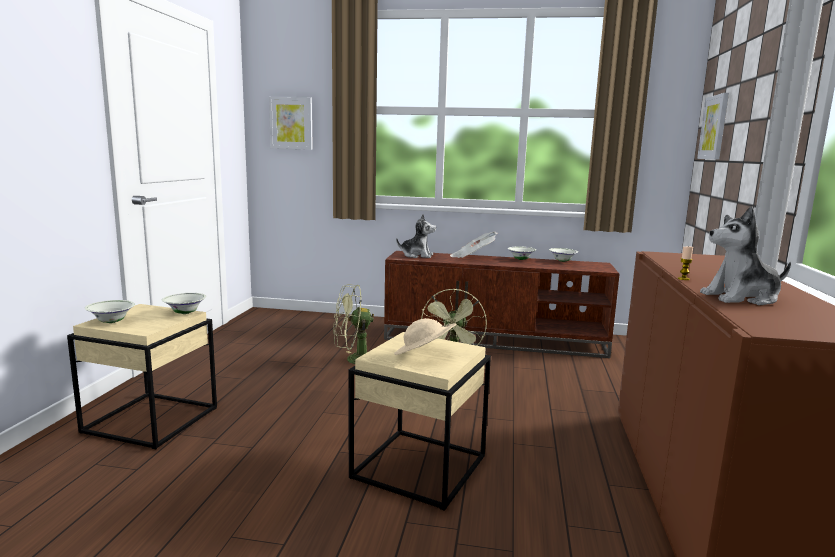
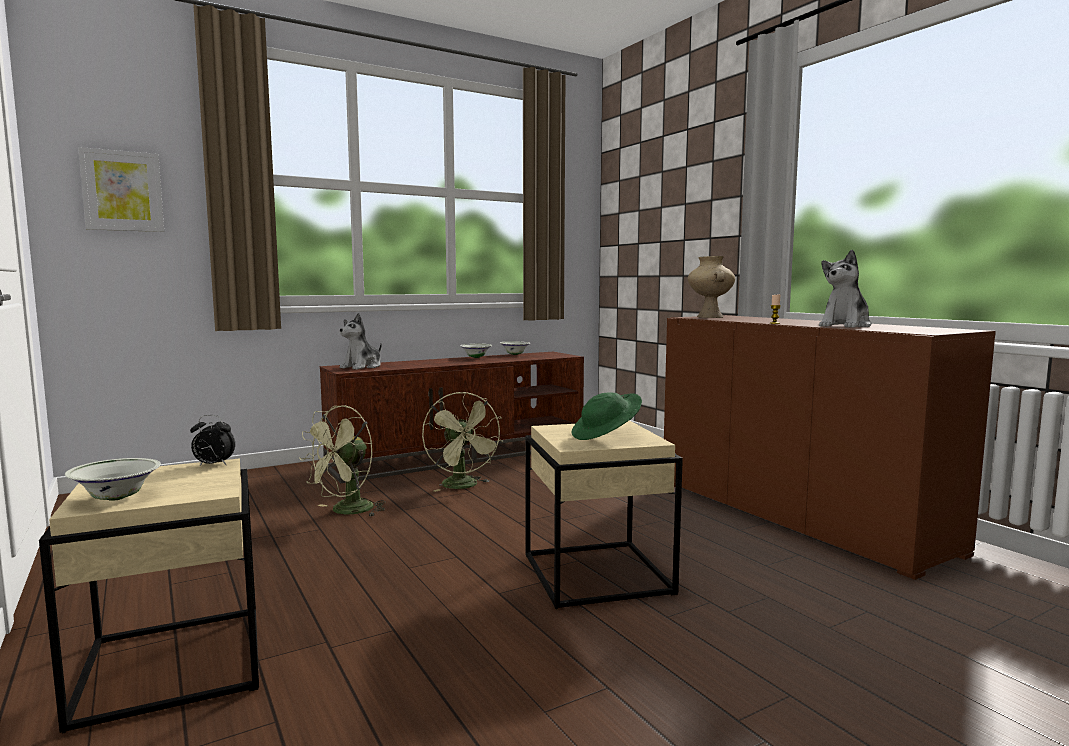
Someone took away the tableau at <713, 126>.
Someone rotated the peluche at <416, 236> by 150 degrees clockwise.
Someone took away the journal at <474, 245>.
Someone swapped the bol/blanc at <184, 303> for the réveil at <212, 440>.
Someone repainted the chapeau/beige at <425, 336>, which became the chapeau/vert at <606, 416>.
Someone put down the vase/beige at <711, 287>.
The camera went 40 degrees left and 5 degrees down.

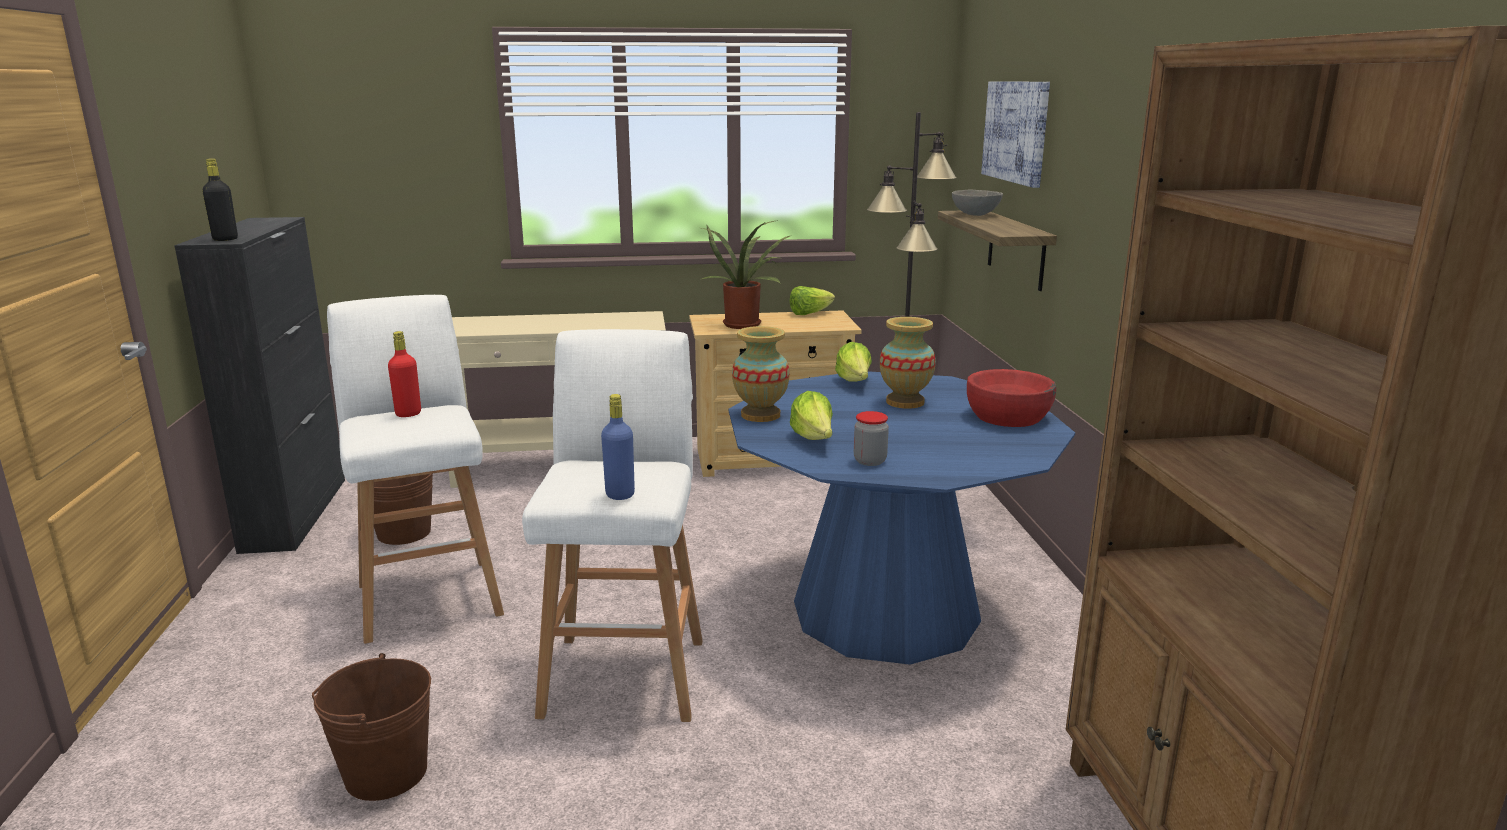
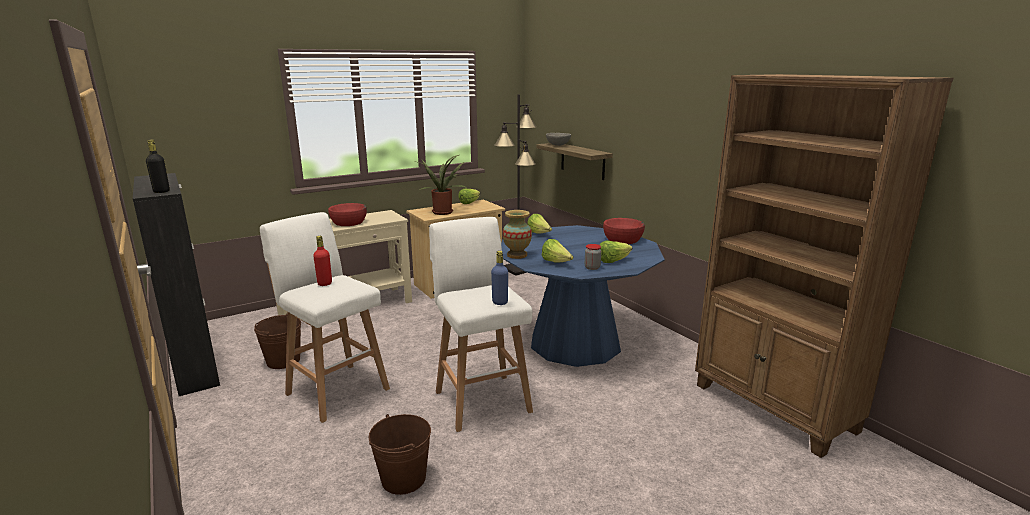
Someone took away the tableau at <1015, 134>.
Someone took away the vase at <908, 363>.
Someone put down the bol/rouge at <347, 214>.
Someone put down the laitue at <616, 251>.
The camera went 25 degrees left and 0 degrees up.

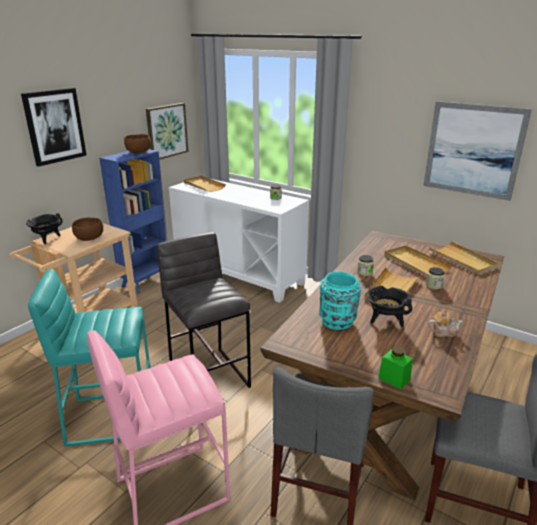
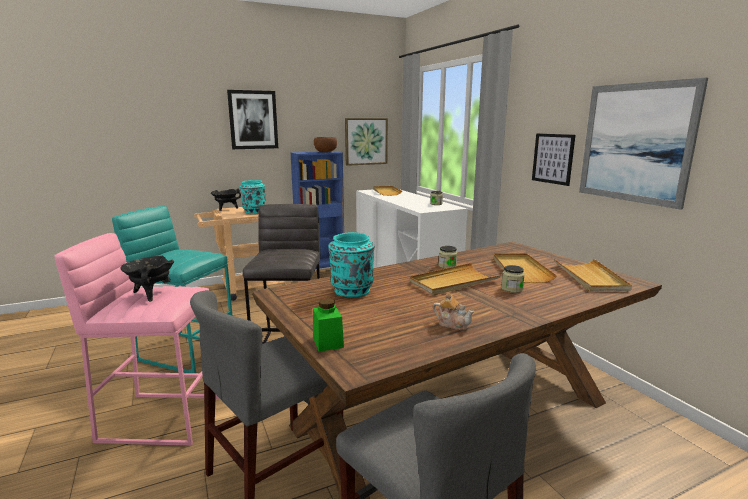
Someone swapped the bol/marron at <87, 229> for the vase/turquoise at <253, 197>.
Someone carried the marmite/noir from <389, 306> to <147, 279>.
Someone put up the tableau at <553, 159>.
The camera went 30 degrees right and 10 degrees down.

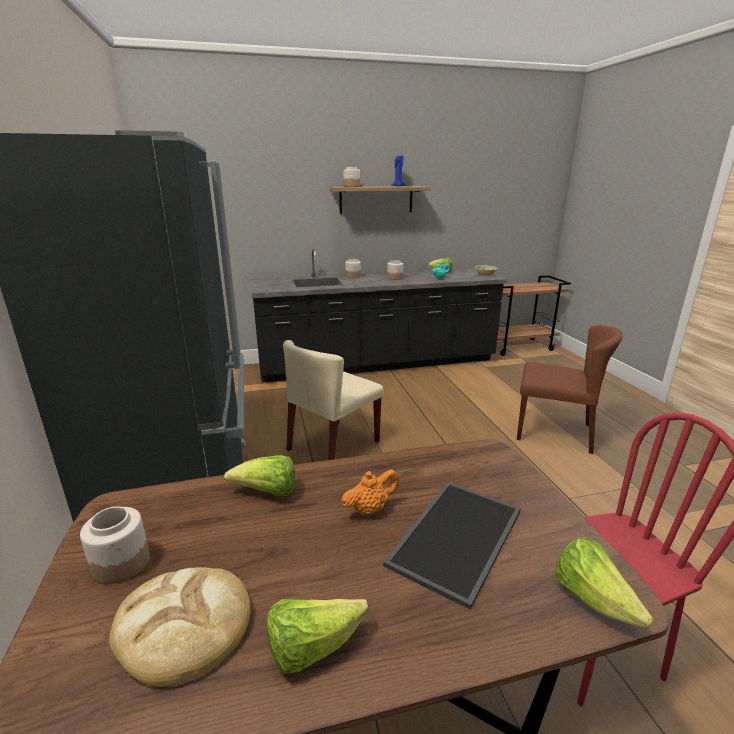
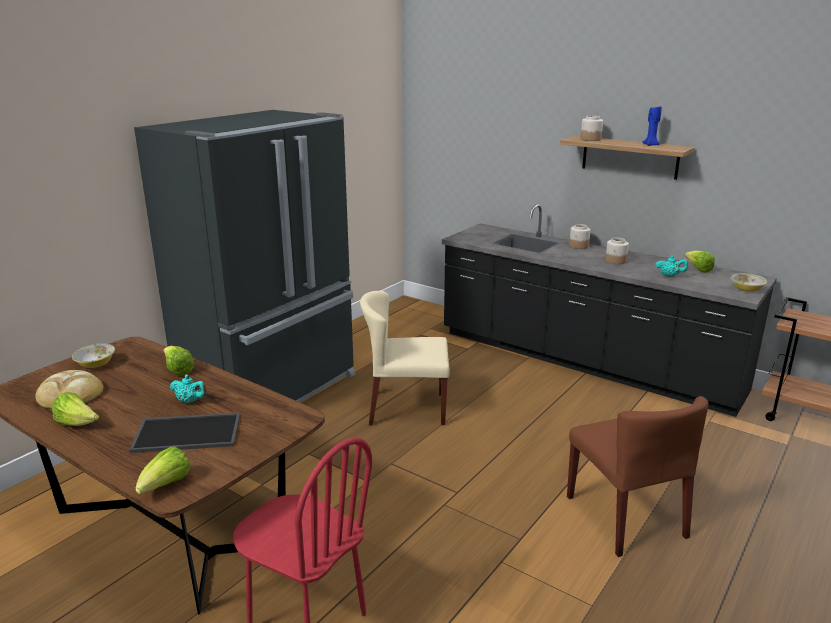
Someone repainted the théière/orange at <370, 493>, which became the théière/turquoise at <188, 388>.
Someone swapped the bocal at <115, 545> for the bol at <93, 355>.
The camera went 50 degrees right and 0 degrees up.

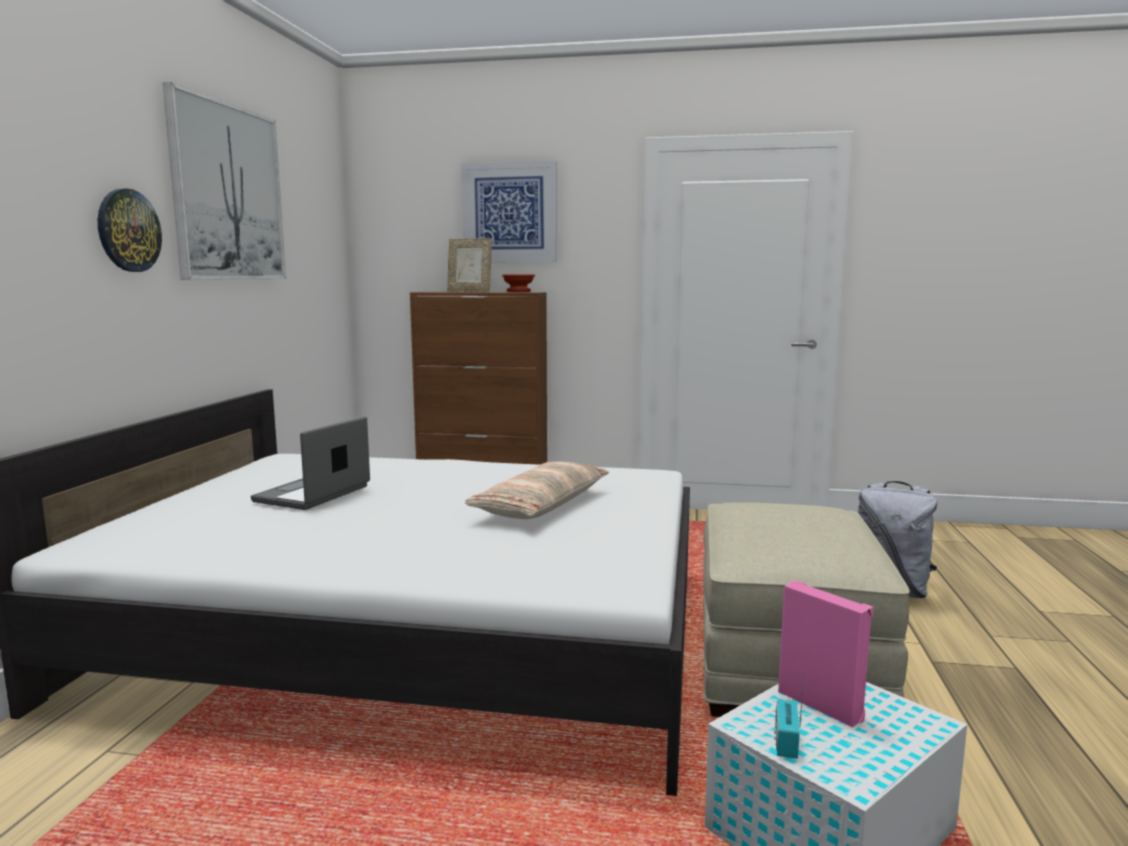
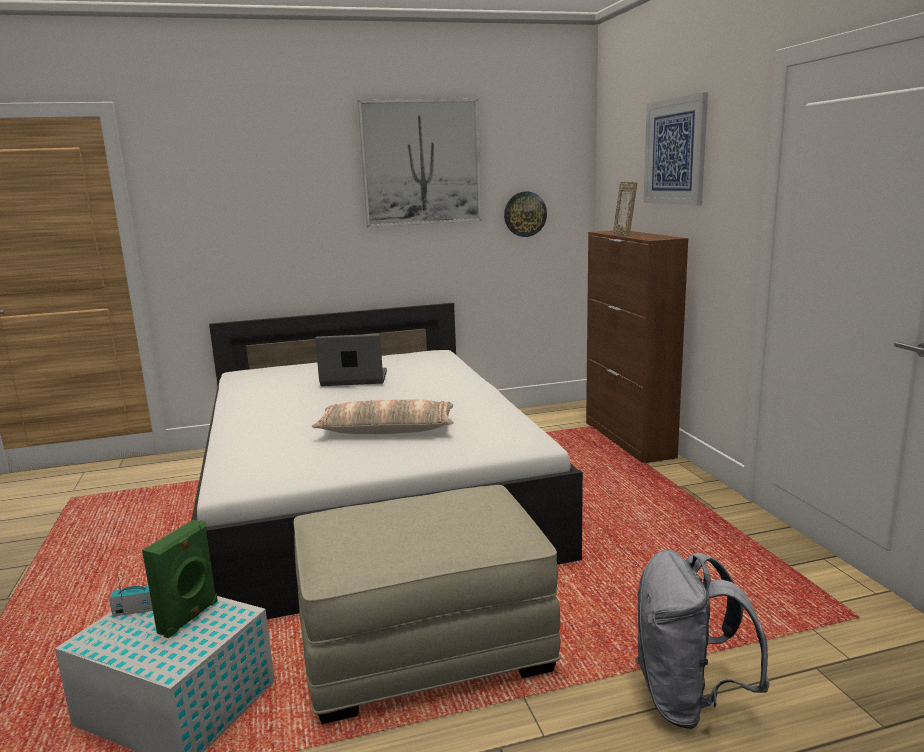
Someone carried the horloge murale from <130, 230> to <525, 214>.
Someone took away the bol/marron at <518, 283>.
Someone repainted the enceinte/rose at <826, 653>, which became the enceinte/vert at <180, 579>.
The camera went 65 degrees right and 5 degrees up.

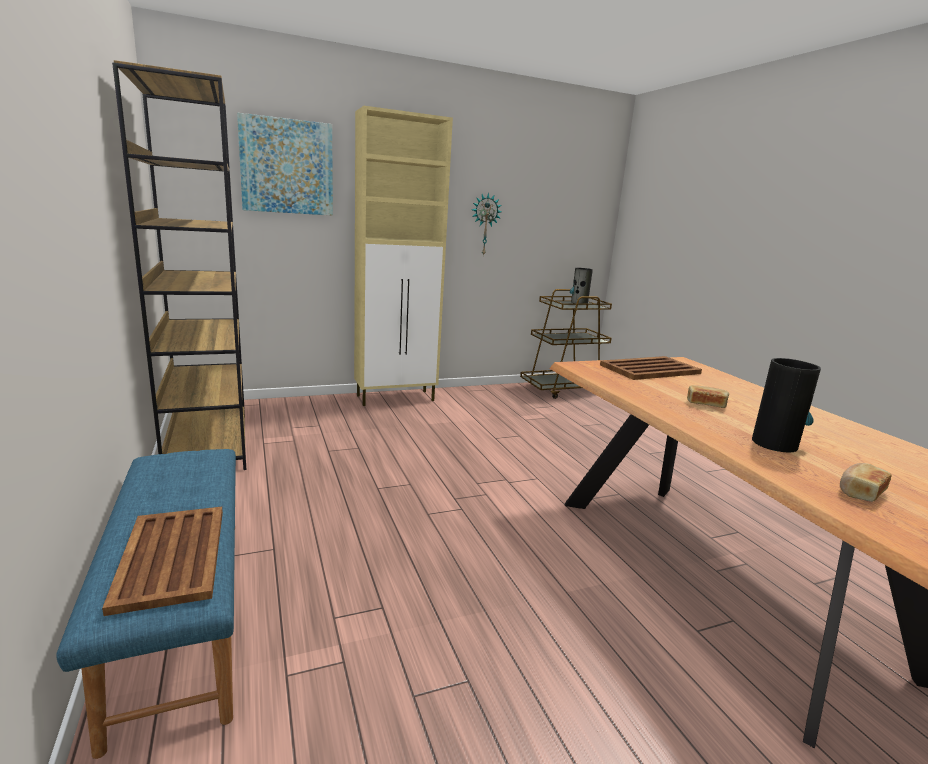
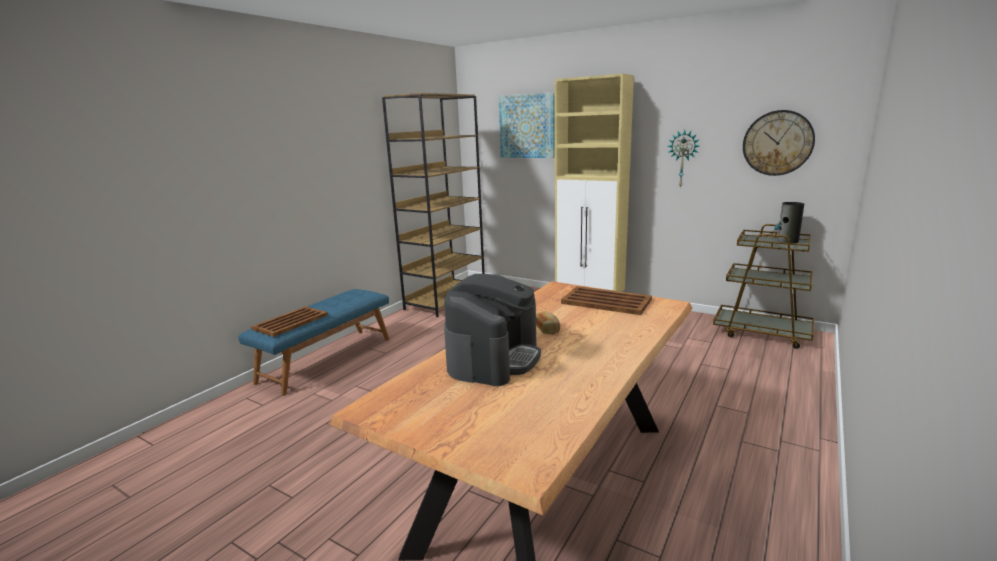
Someone swapped the vase at <786, 405> for the machine à café at <492, 330>.
Someone took away the pain at <866, 482>.
Someone put up the horloge murale at <779, 143>.
The camera went 55 degrees right and 0 degrees up.

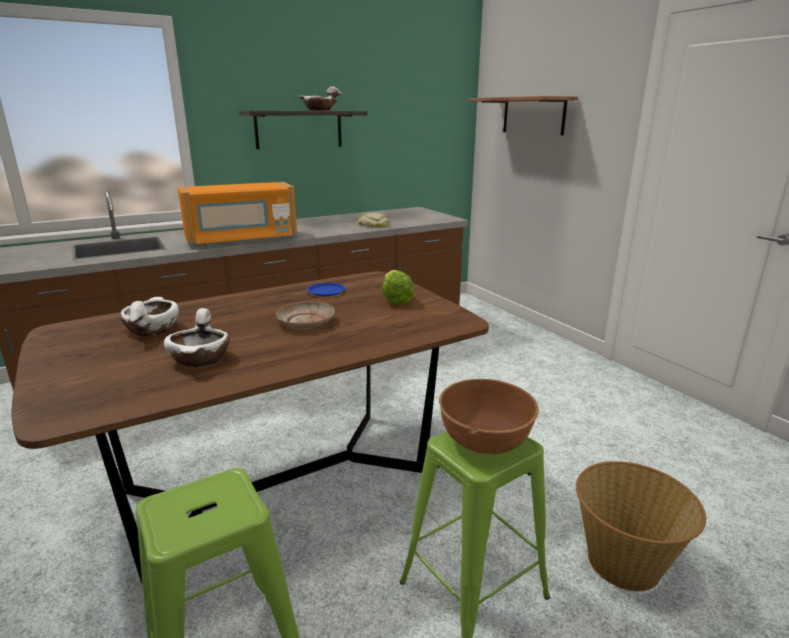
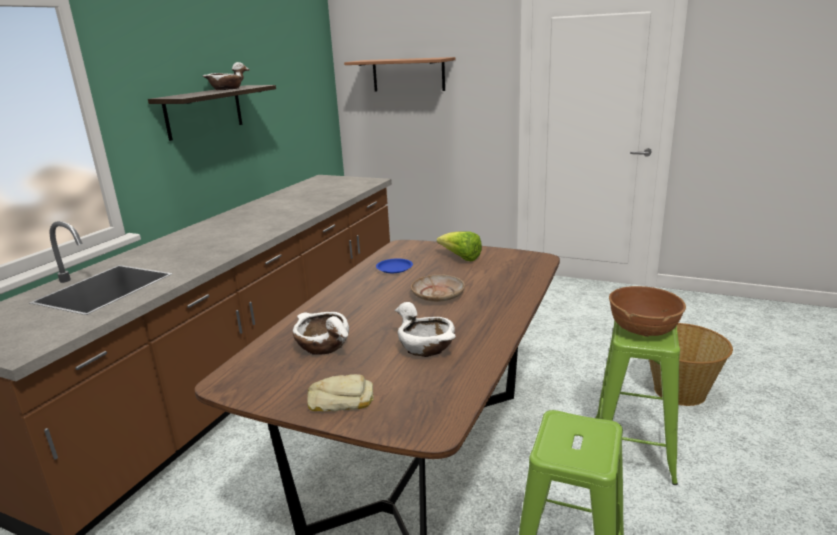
Someone took away the micro-ondes/orange at <237, 214>.
Someone carried the pain from <374, 220> to <340, 392>.
The camera went 35 degrees left and 0 degrees up.

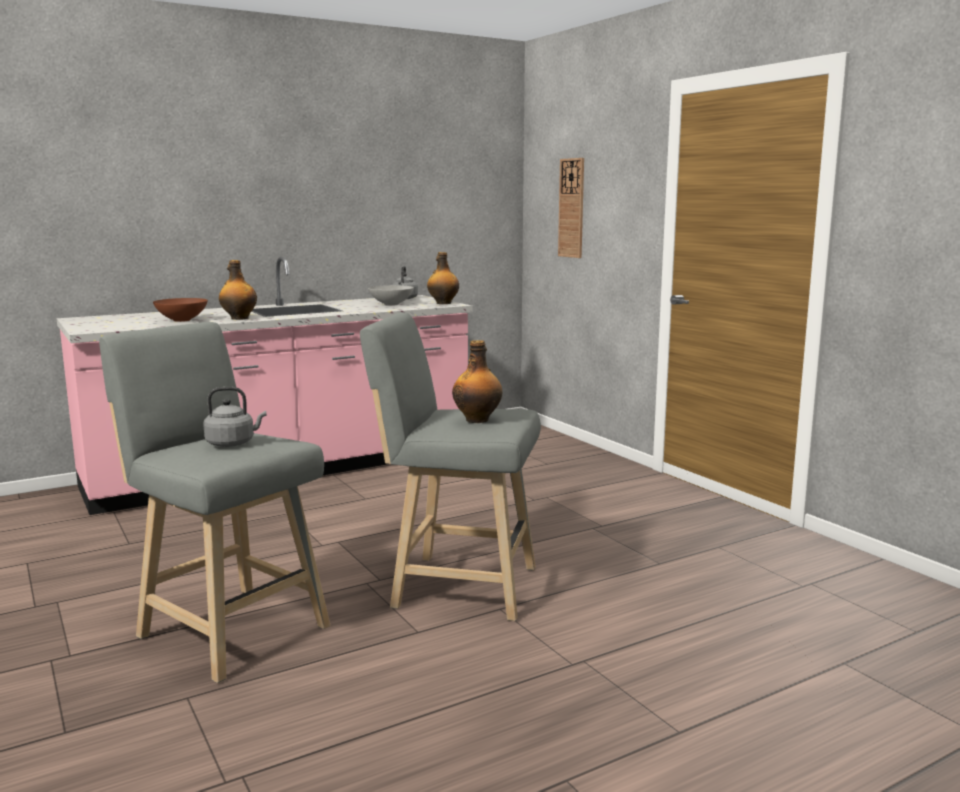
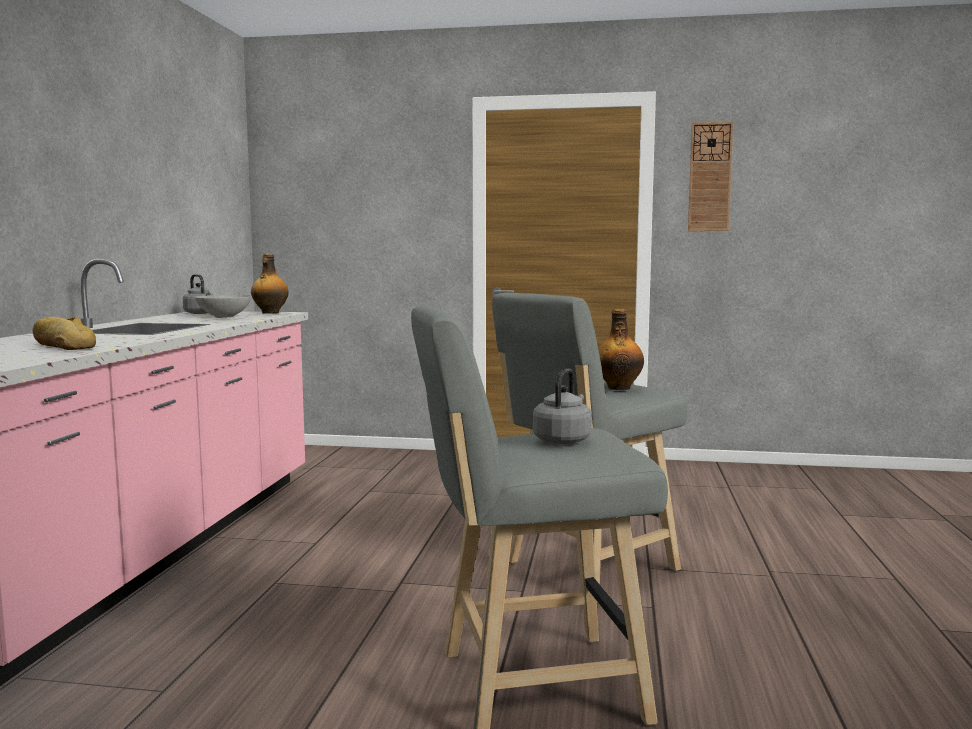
Someone carried the horloge murale from <571, 208> to <711, 176>.
Someone took away the bouteille at <238, 290>.
Someone swapped the bol/marron at <180, 310> for the pain at <64, 333>.
The camera went 50 degrees left and 5 degrees down.

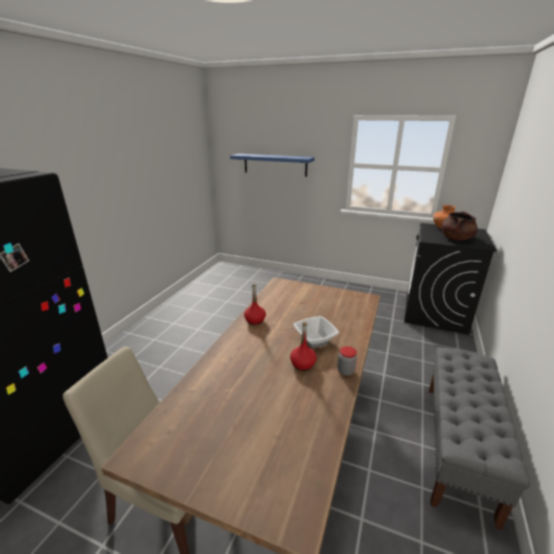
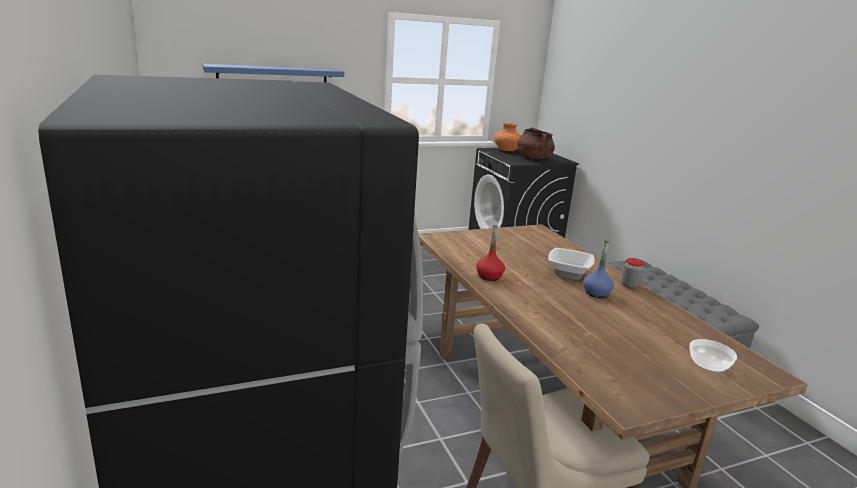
Someone repainted the bouteille/rouge at <303, 346>, which became the bouteille/bleu at <598, 269>.
Someone put down the bol at <713, 355>.
The camera went 45 degrees left and 5 degrees down.

